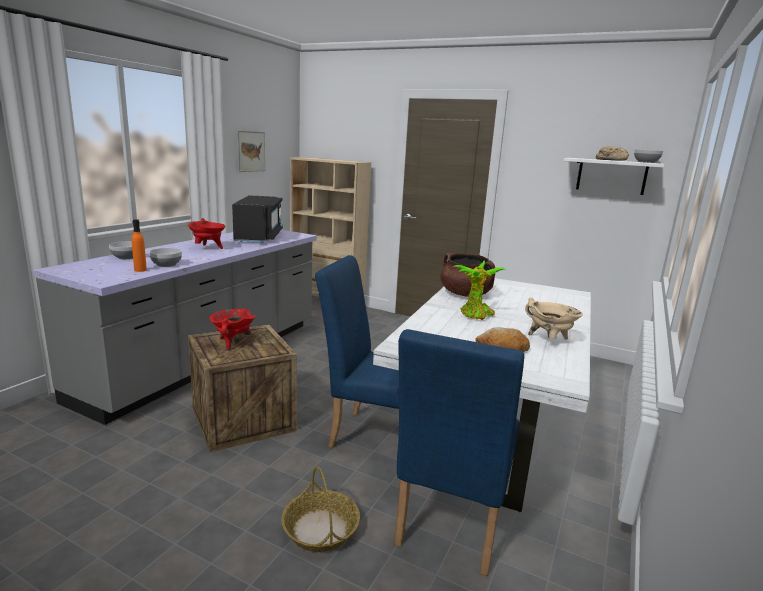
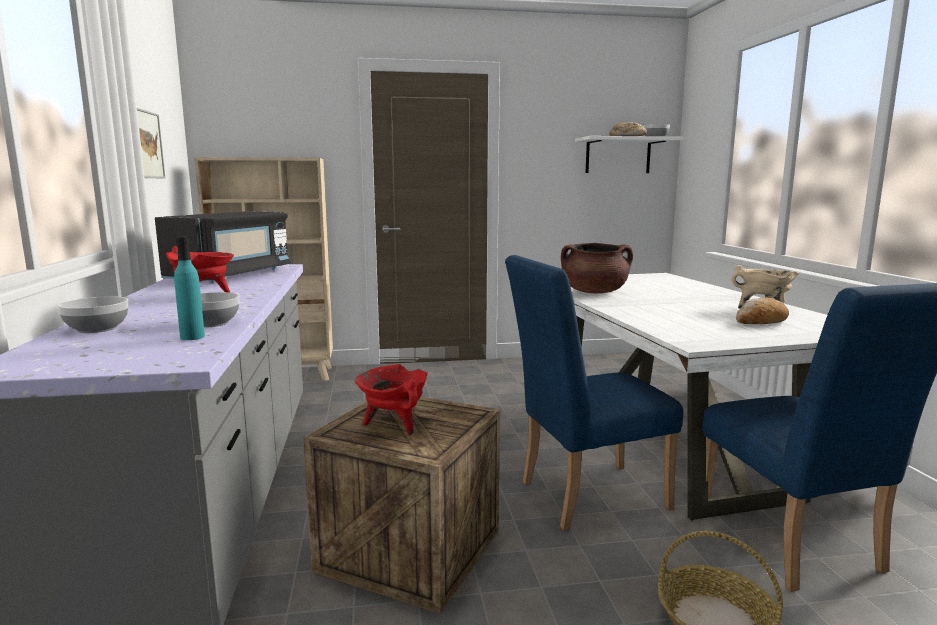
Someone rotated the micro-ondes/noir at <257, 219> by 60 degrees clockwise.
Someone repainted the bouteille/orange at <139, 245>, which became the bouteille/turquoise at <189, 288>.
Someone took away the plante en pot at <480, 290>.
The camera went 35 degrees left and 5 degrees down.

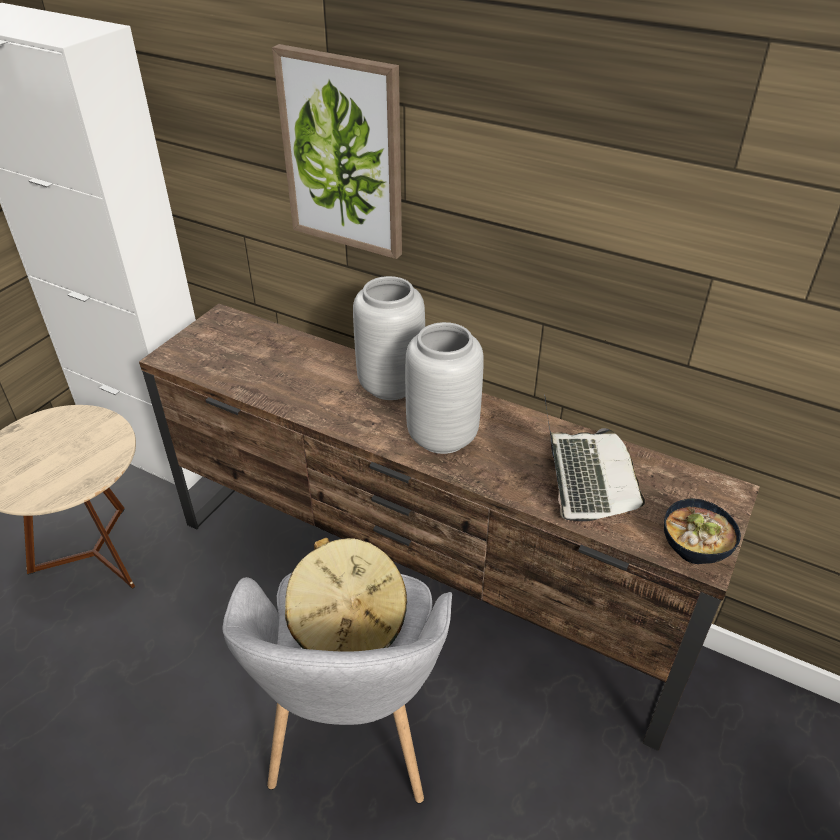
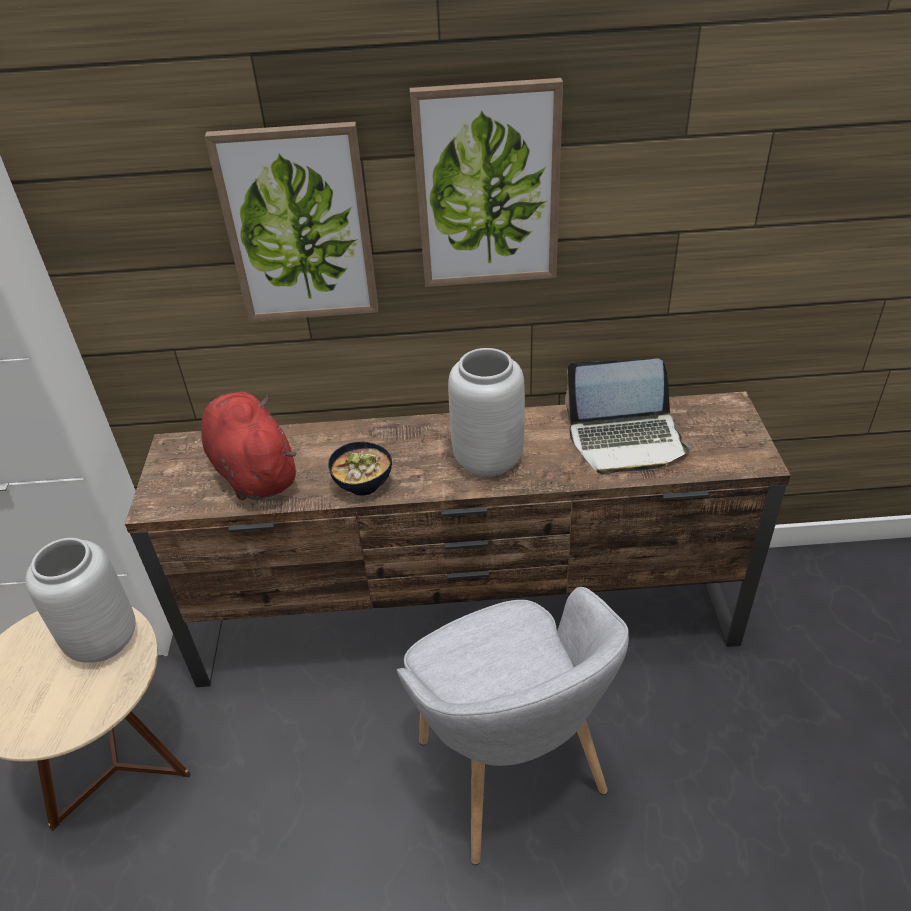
Someone carried the vase/gris from <389, 338> to <80, 600>.
Someone rotated the ordinateur portable at <595, 459> by 120 degrees clockwise.
Someone carried the bol from <702, 531> to <360, 469>.
Someone took away the chapeau/beige at <346, 595>.
Someone put up the tableau at <486, 182>.
Someone put down the peluche/rouge at <249, 446>.
The camera went 30 degrees left and 0 degrees up.

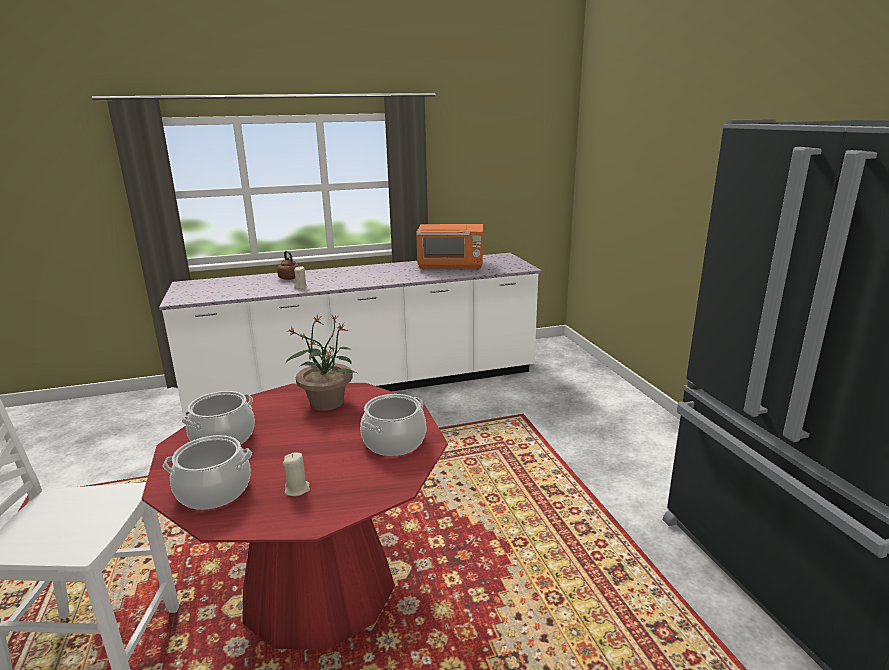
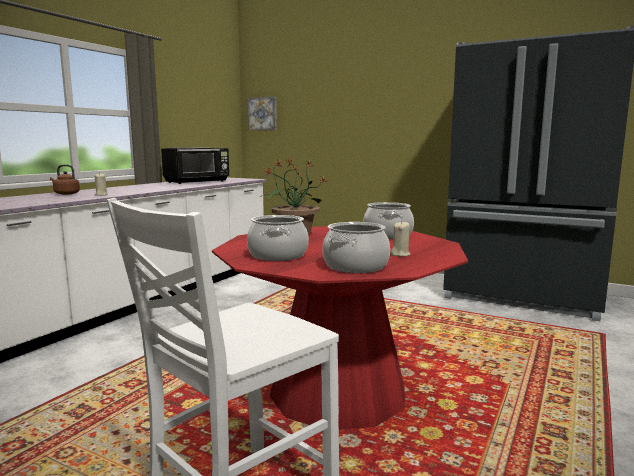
Someone repainted the micro-ondes/orange at <449, 247>, which became the micro-ondes/noir at <195, 165>.
Someone put up the tableau at <262, 114>.
The camera went 45 degrees left and 10 degrees down.

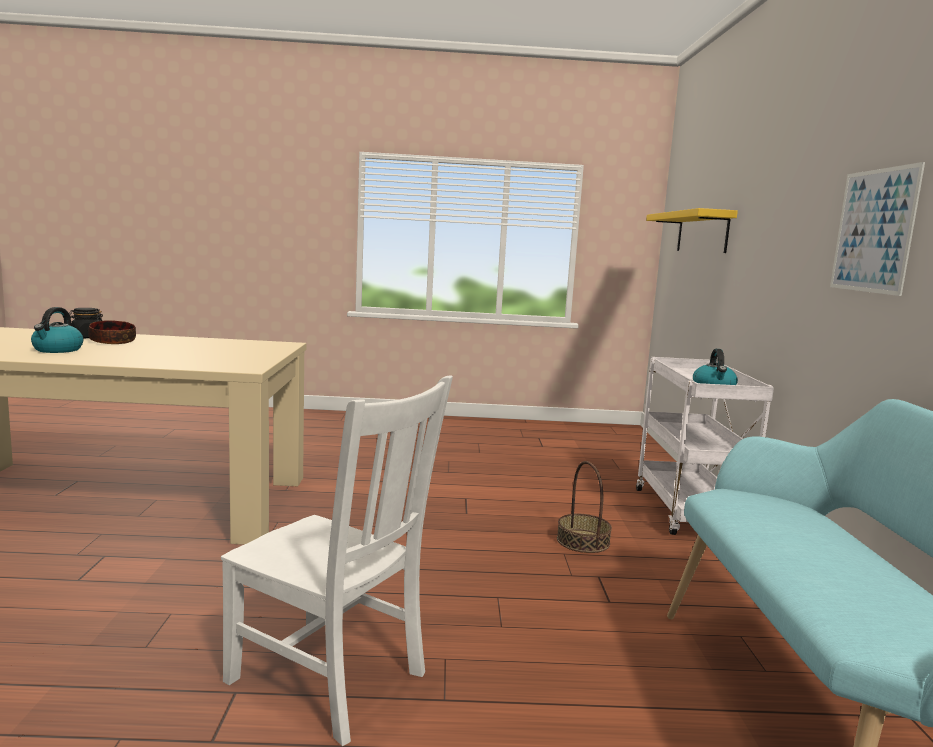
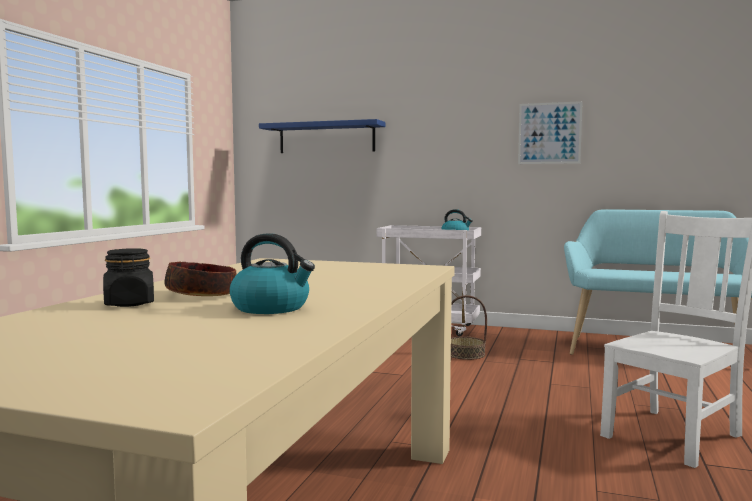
Someone repainted the étagère/jaune at <692, 230>, which became the étagère/bleu at <322, 136>.
The camera went 70 degrees left and 5 degrees down.

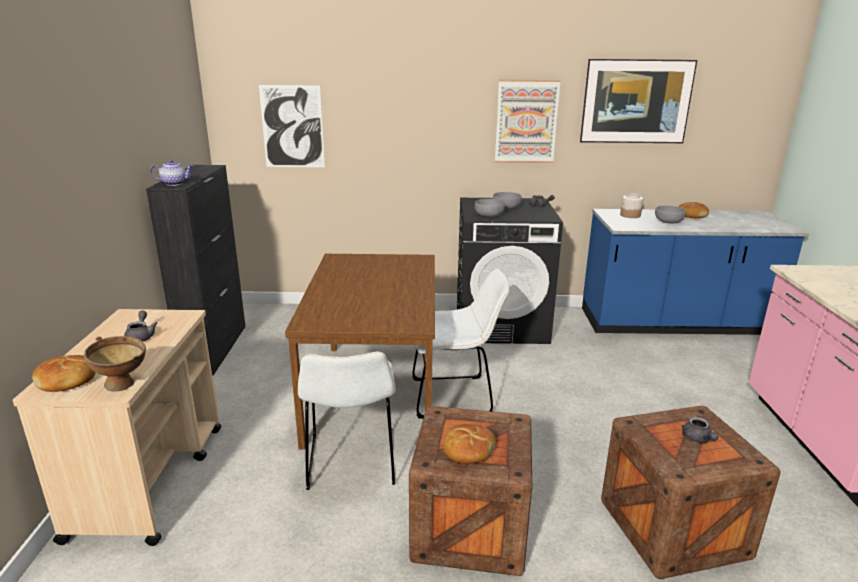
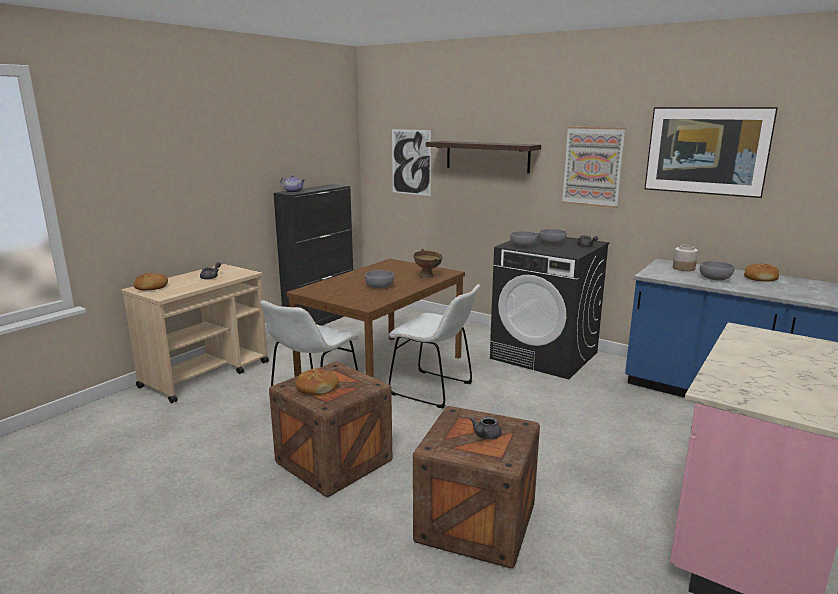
Someone carried the bol/marron from <115, 364> to <428, 263>.
Someone put up the étagère at <483, 157>.
Someone put down the bol/gris at <379, 279>.
The camera went 35 degrees right and 5 degrees down.

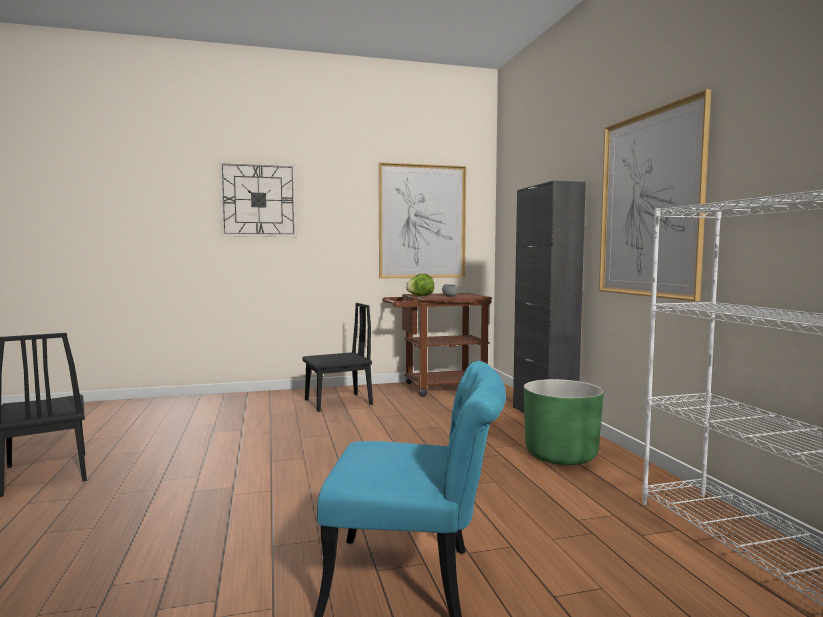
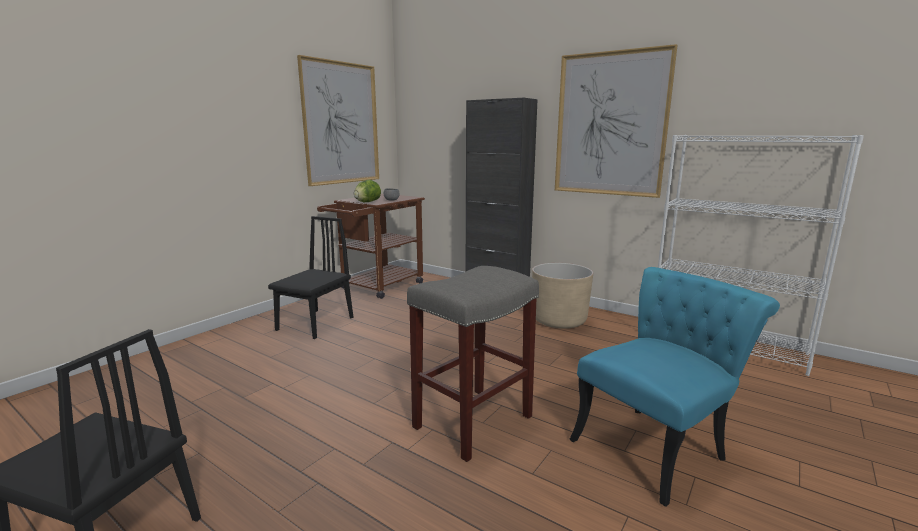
Someone took away the horloge murale at <258, 199>.
Someone repainted the cache-pot/vert at <564, 422>, which became the cache-pot/beige at <562, 296>.
Someone put down the tabouret/gris at <473, 364>.
The camera went 40 degrees left and 10 degrees up.

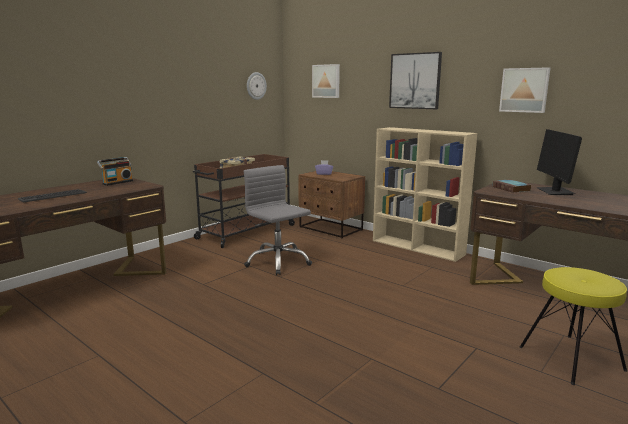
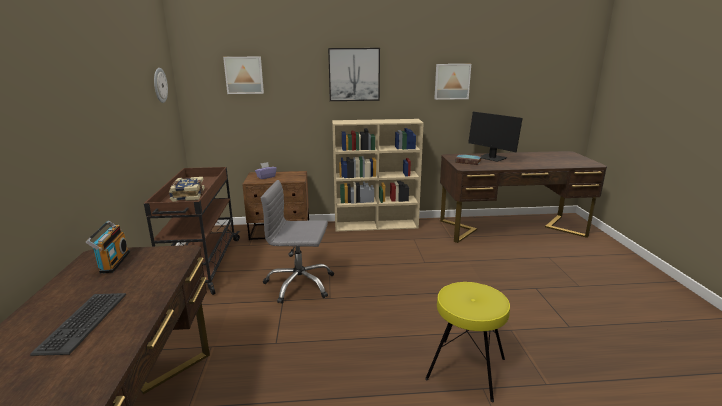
Someone carried the tabouret/jaune from <573, 326> to <467, 342>.
The camera went 45 degrees left and 5 degrees up.

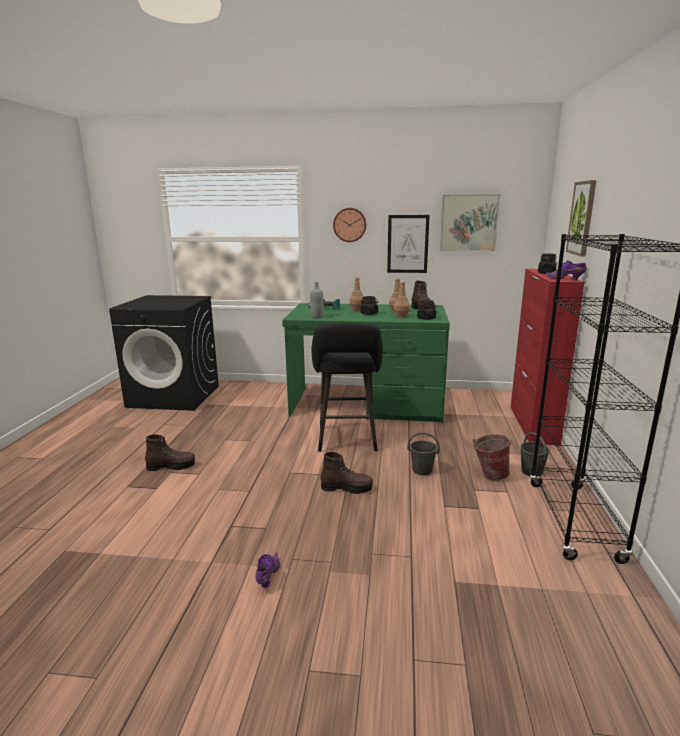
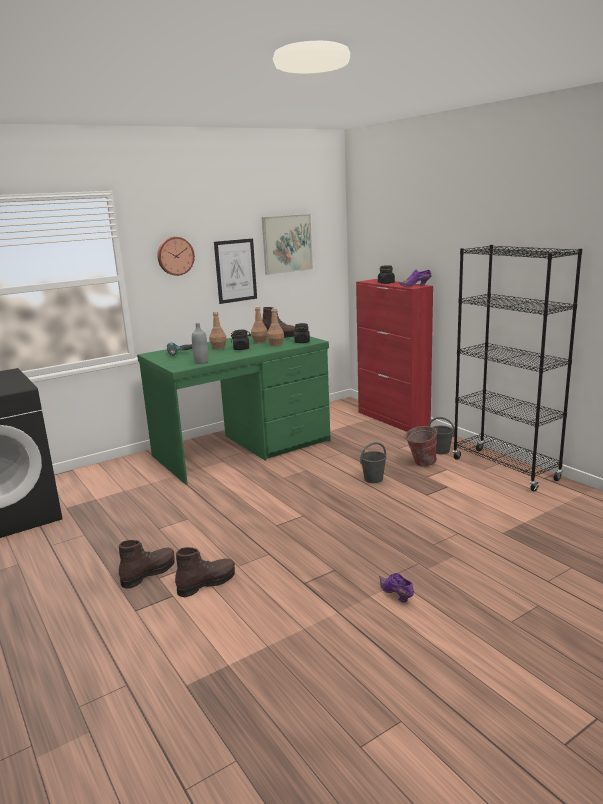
Someone took away the tableau at <581, 218>.
Someone took away the tabouret/noir at <347, 387>.
Someone carried the botte/marron from <346, 473> to <205, 572>.
The camera went 40 degrees left and 0 degrees up.

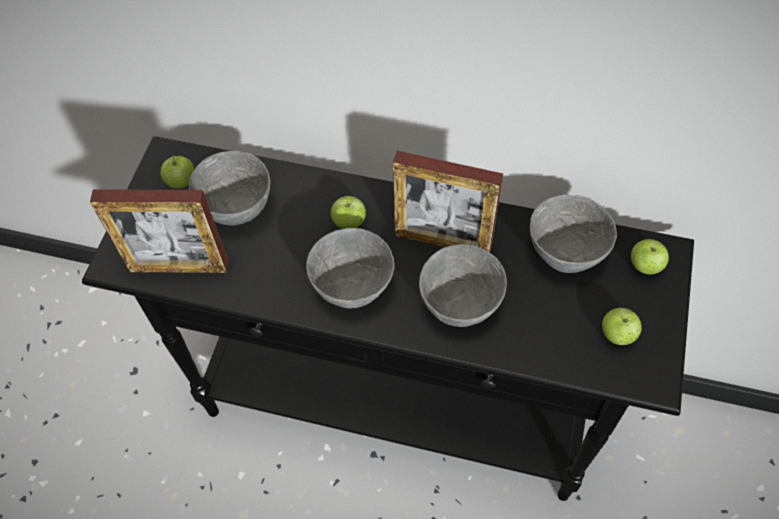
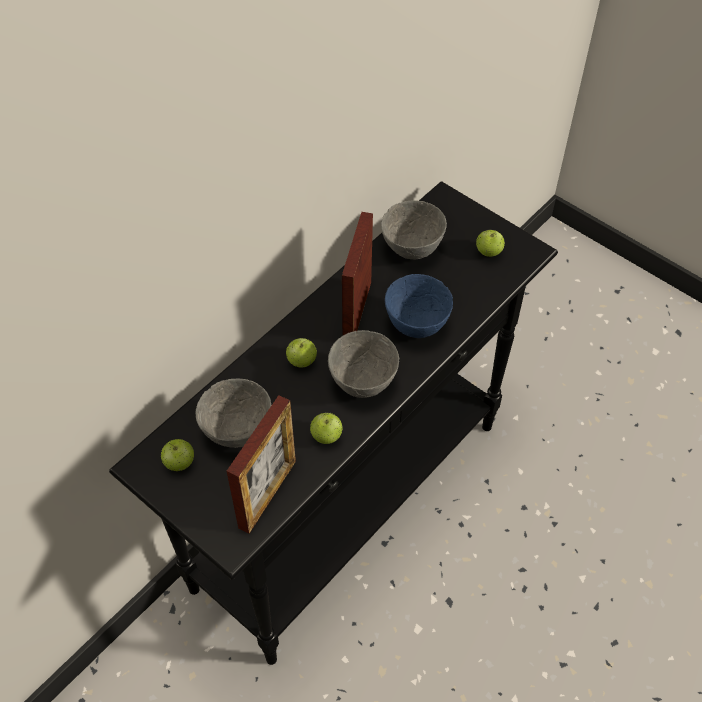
Someone rotated the cadre photo at <448, 202> by 150 degrees clockwise.
Someone carried the pomme from <650, 256> to <326, 428>.
Someone repainted the bol/gris at <463, 285>, which became the bol/bleu at <419, 306>.
The camera went 65 degrees left and 5 degrees down.

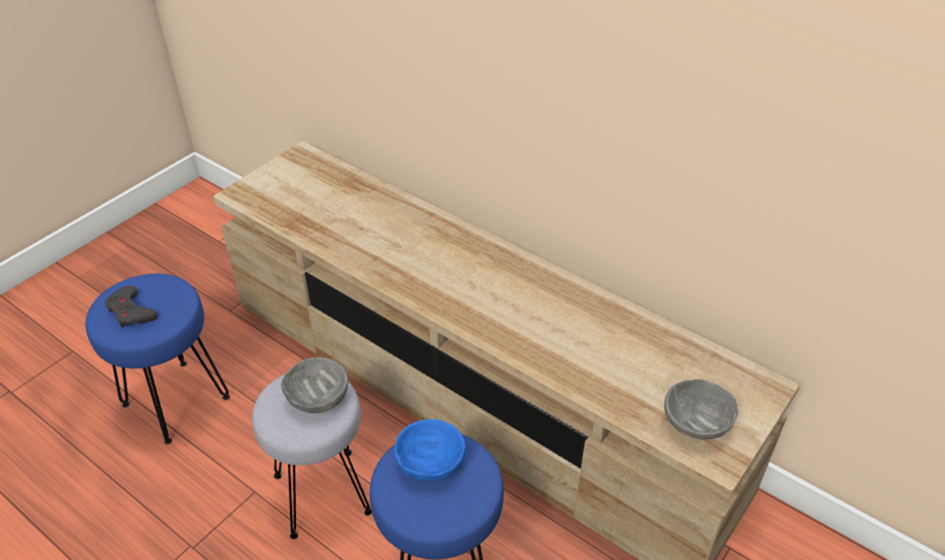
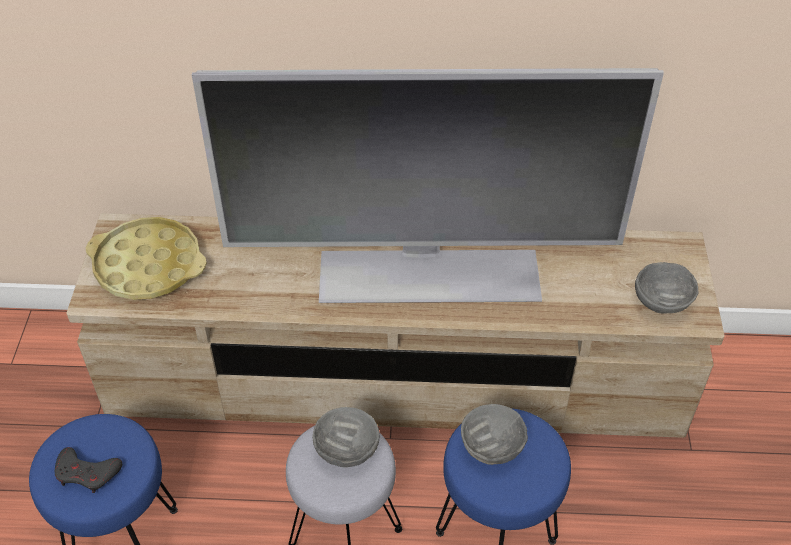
Someone repainted the bol/bleu at <430, 450>, which became the bol/gris at <494, 434>.
Someone put down the téléviseur at <428, 185>.
Someone put down the plateau/jaune at <146, 258>.
The camera went 35 degrees left and 5 degrees up.

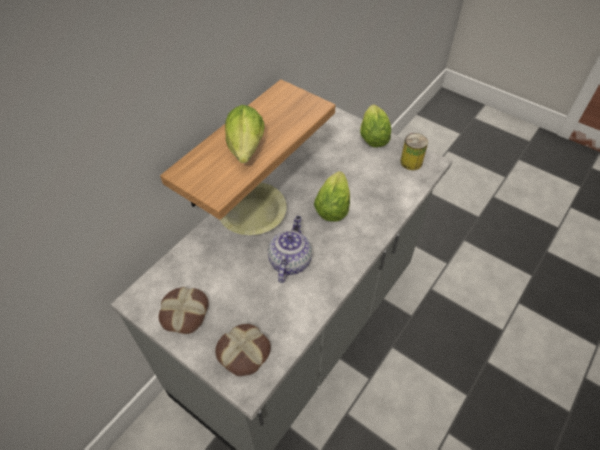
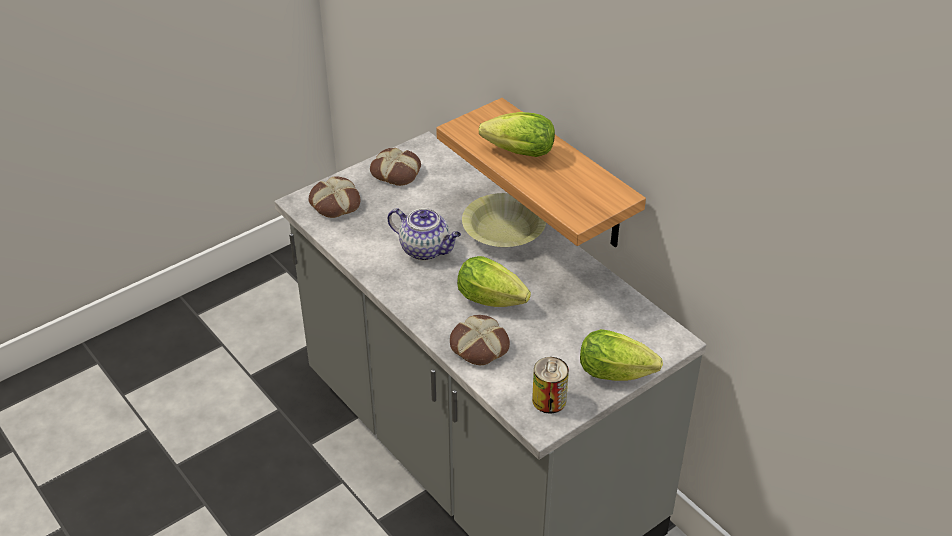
Someone put down the pain at <480, 340>.
The camera went 105 degrees right and 10 degrees down.

